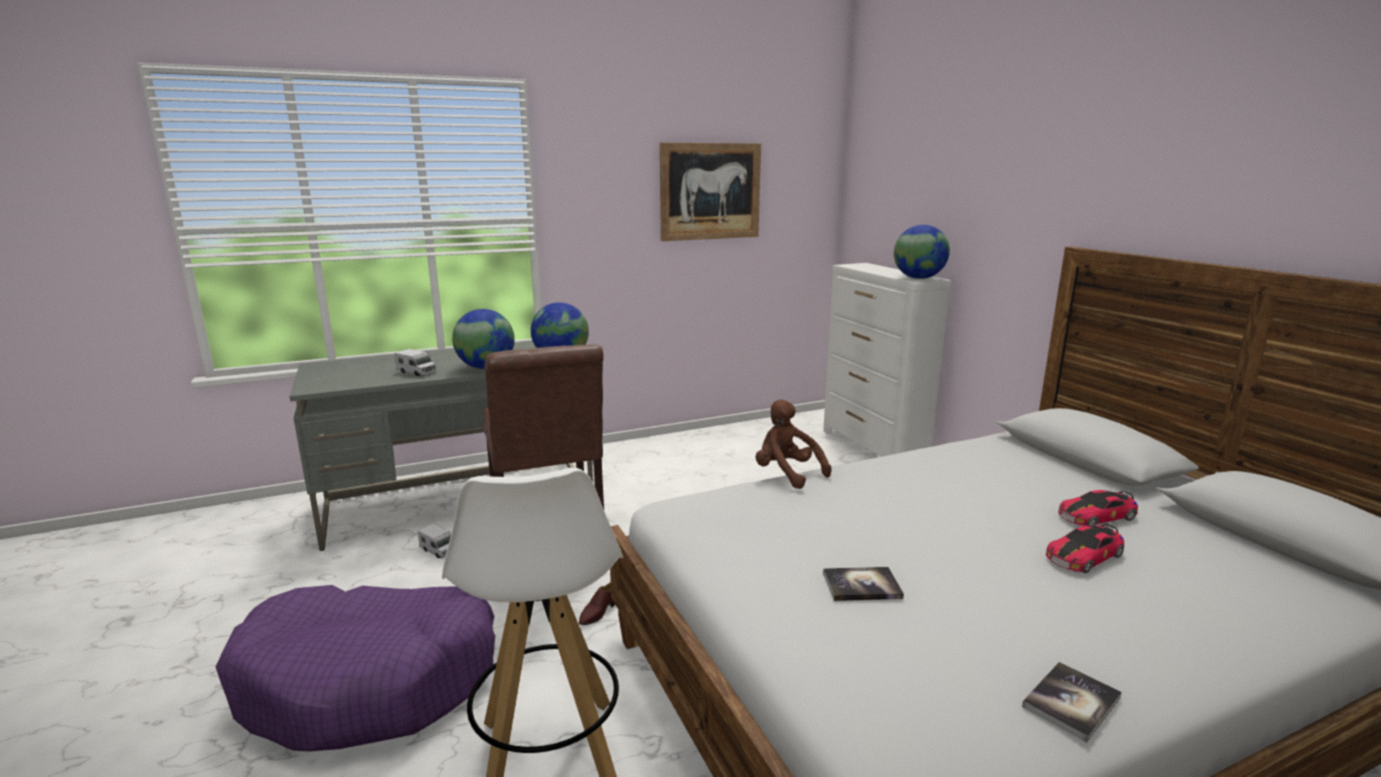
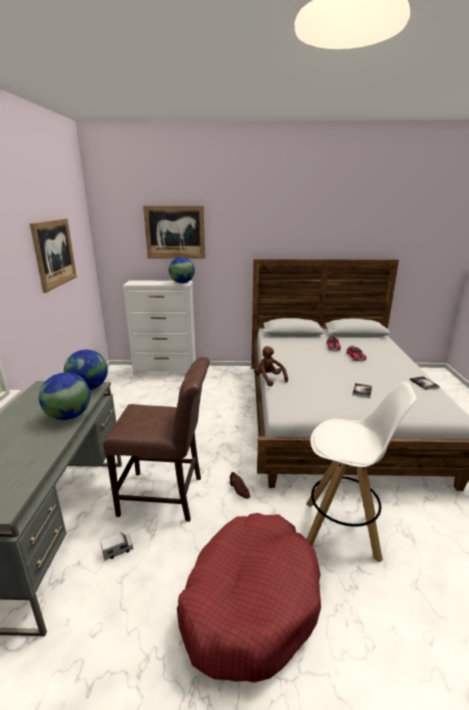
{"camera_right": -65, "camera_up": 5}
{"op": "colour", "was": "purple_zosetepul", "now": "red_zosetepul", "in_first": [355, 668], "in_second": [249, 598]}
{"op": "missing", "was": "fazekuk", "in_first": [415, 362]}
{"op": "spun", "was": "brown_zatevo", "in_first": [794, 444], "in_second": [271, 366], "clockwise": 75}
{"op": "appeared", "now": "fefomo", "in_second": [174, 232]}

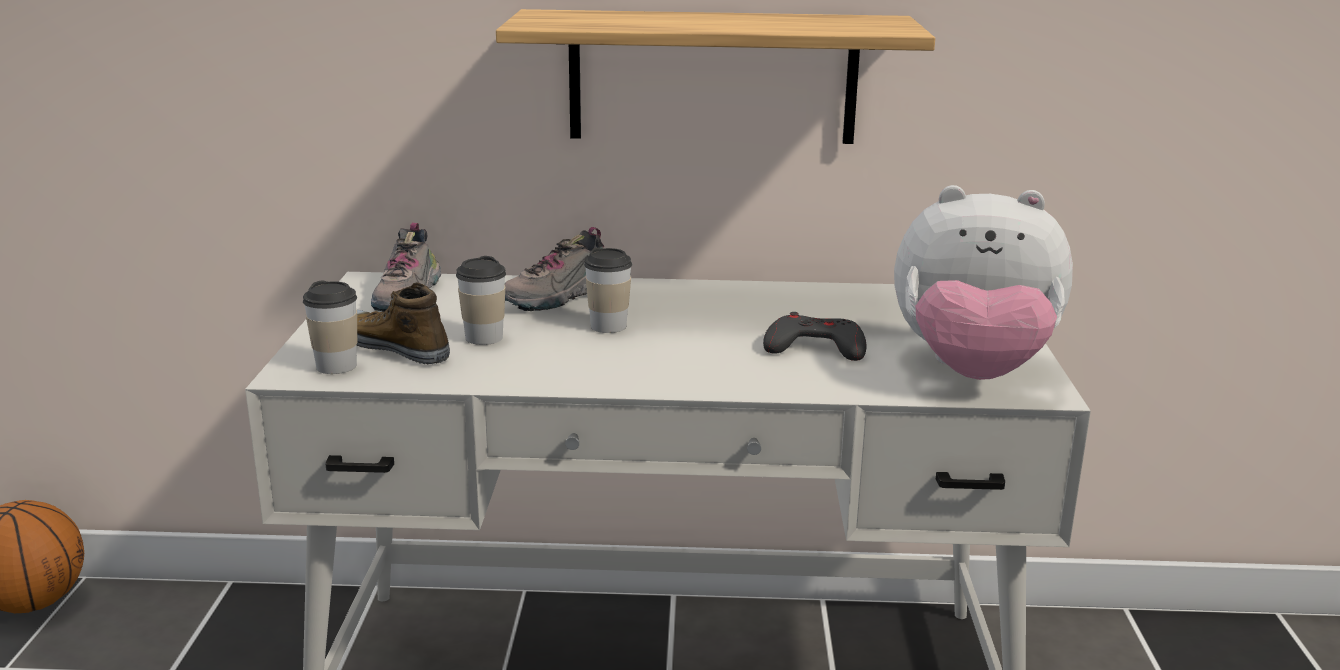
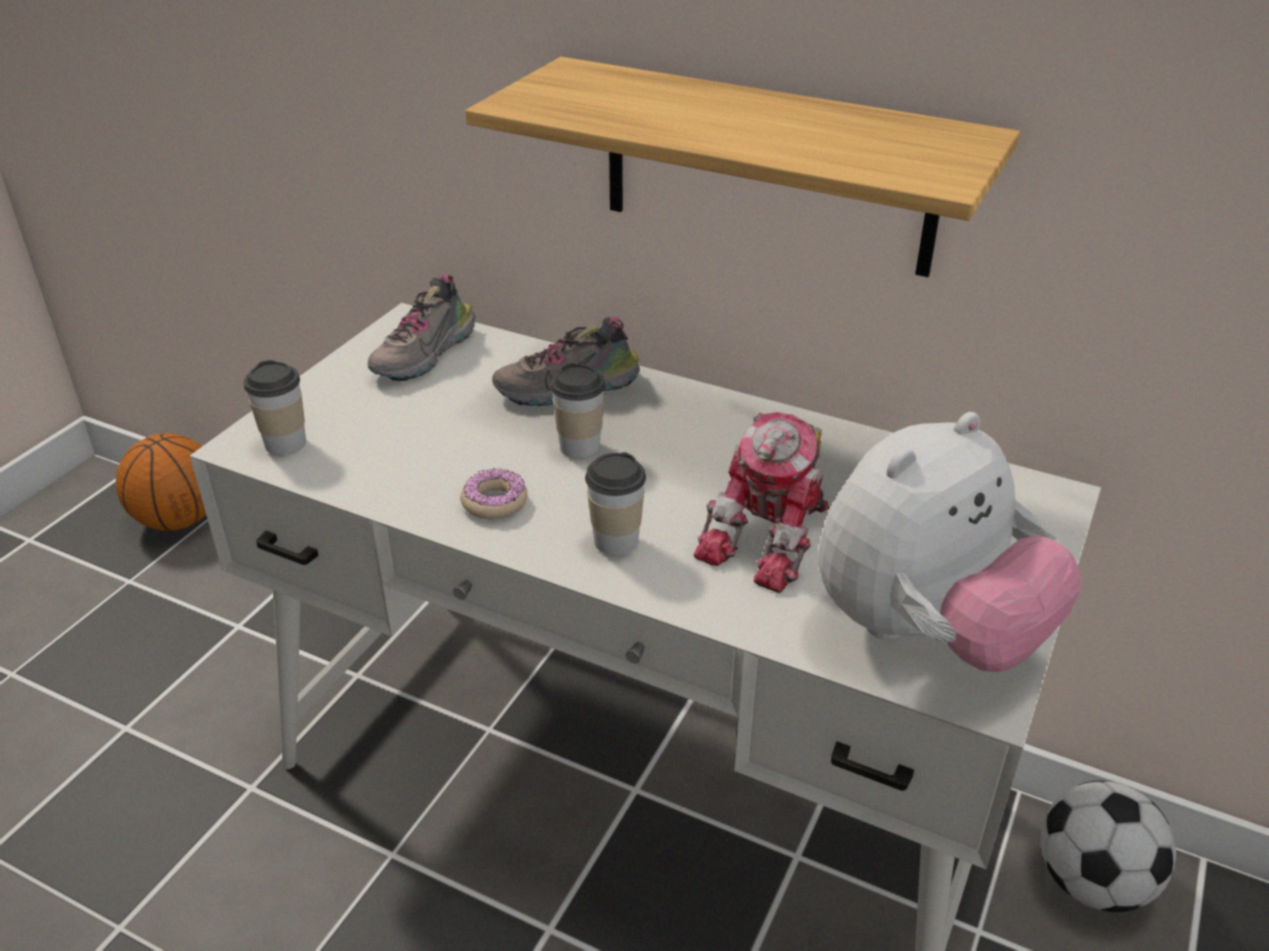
{"camera_right": 25, "camera_up": 15}
{"op": "missing", "was": "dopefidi", "in_first": [403, 323]}
{"op": "relocated", "was": "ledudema", "in_first": [481, 300], "in_second": [615, 504]}
{"op": "exchanged", "was": "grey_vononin", "now": "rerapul", "in_first": [814, 336], "in_second": [762, 502]}
{"op": "spun", "was": "zatevo", "in_first": [983, 282], "in_second": [949, 542], "clockwise": -75}
{"op": "appeared", "now": "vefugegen", "in_second": [493, 494]}
{"op": "appeared", "now": "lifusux", "in_second": [1108, 846]}

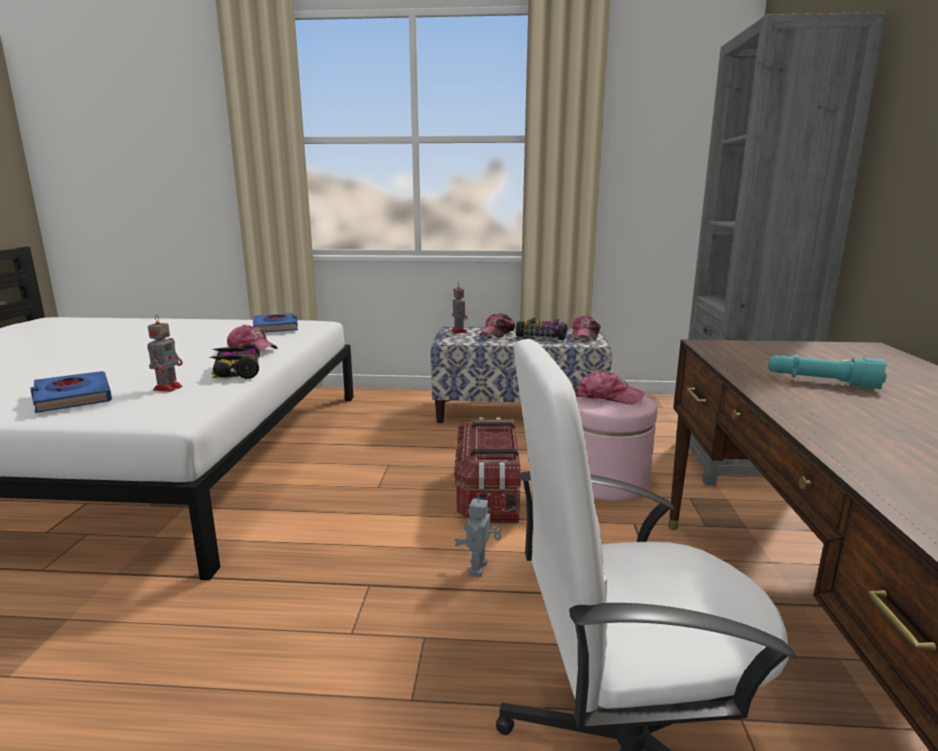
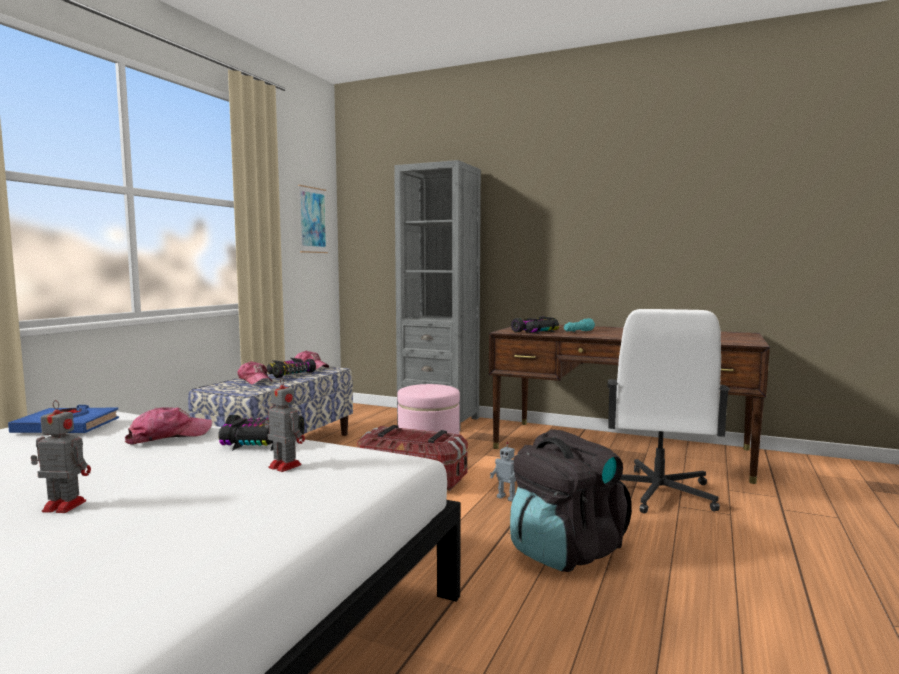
{"camera_right": -70, "camera_up": -10}
{"op": "missing", "was": "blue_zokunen", "in_first": [71, 392]}
{"op": "relocated", "was": "rerapul", "in_first": [459, 307], "in_second": [61, 456]}
{"op": "missing", "was": "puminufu", "in_first": [609, 388]}
{"op": "appeared", "now": "fefomo", "in_second": [313, 219]}
{"op": "appeared", "now": "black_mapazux", "in_second": [571, 500]}
{"op": "appeared", "now": "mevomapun", "in_second": [535, 325]}

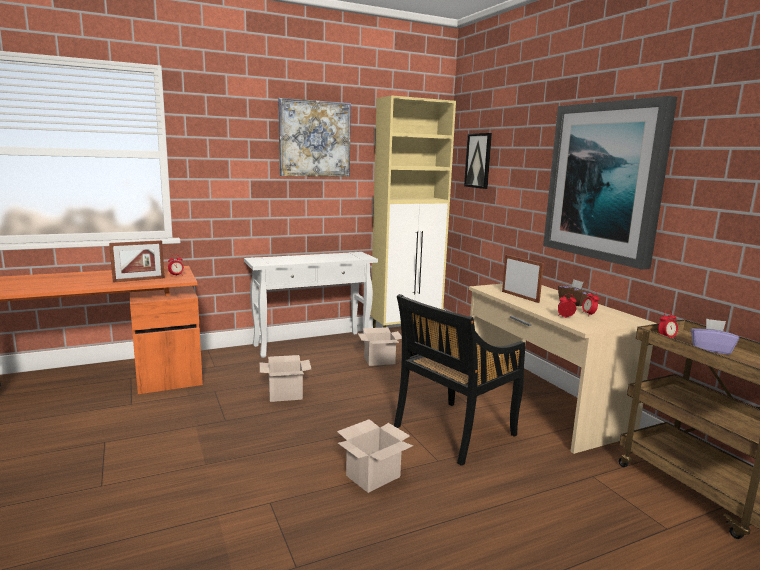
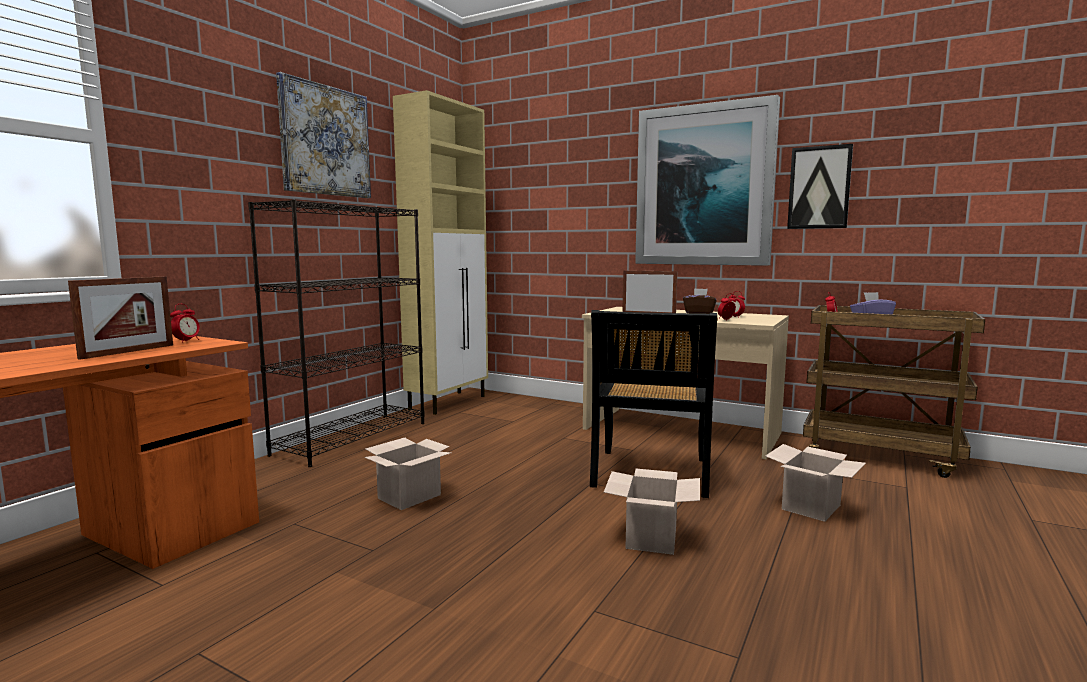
{"camera_right": -35, "camera_up": -5}
{"op": "exchanged", "was": "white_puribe", "now": "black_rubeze", "in_first": [311, 305], "in_second": [336, 333]}
{"op": "relocated", "was": "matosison", "in_first": [380, 346], "in_second": [816, 483]}
{"op": "relocated", "was": "fefomo", "in_first": [478, 161], "in_second": [820, 186]}

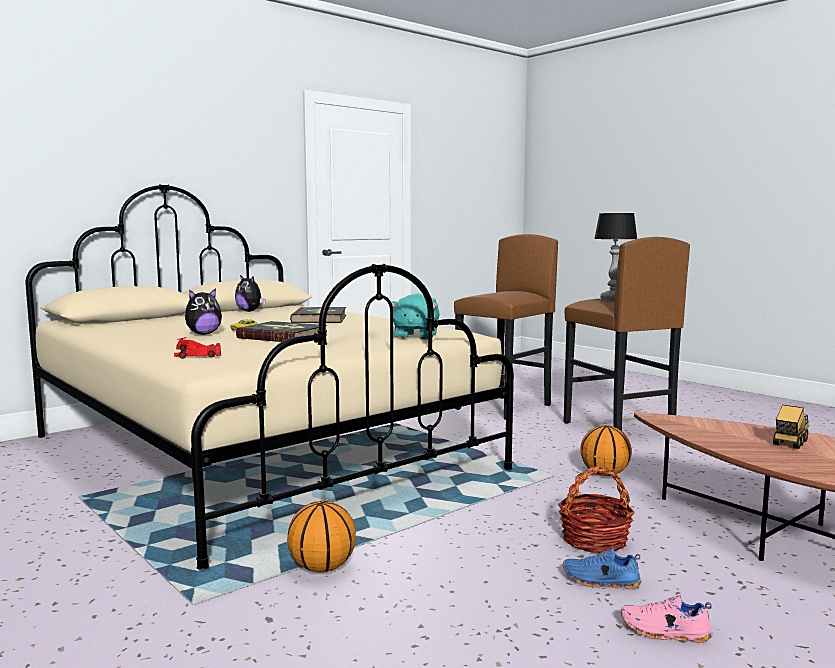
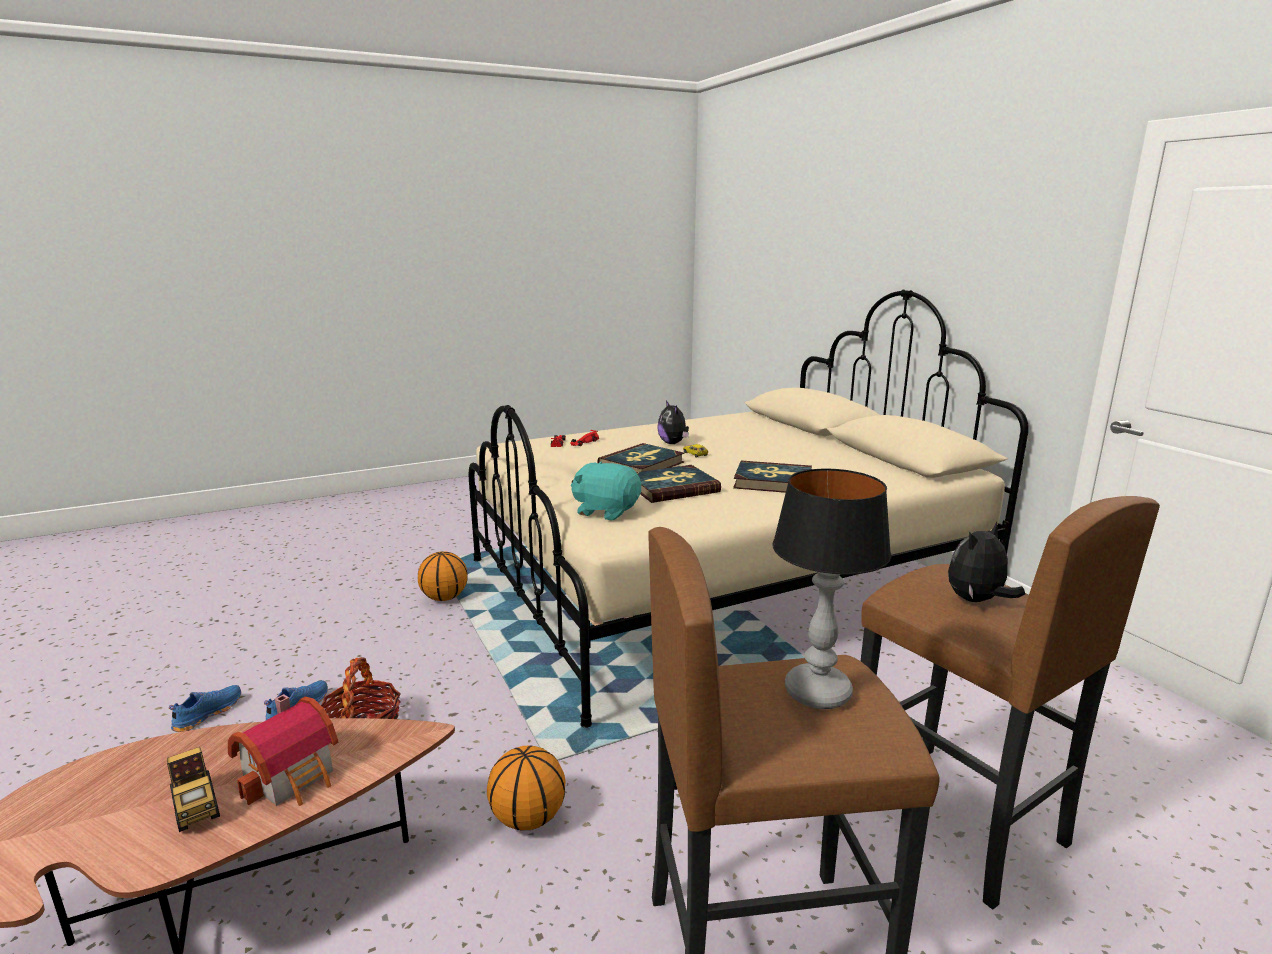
{"camera_right": 105, "camera_up": 10}
{"op": "relocated", "was": "zatevo", "in_first": [250, 293], "in_second": [986, 562]}
{"op": "colour", "was": "pink_dopefidi", "now": "blue_dopefidi", "in_first": [667, 619], "in_second": [205, 708]}
{"op": "appeared", "now": "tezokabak", "in_second": [283, 750]}
{"op": "appeared", "now": "zokunen", "in_second": [678, 484]}

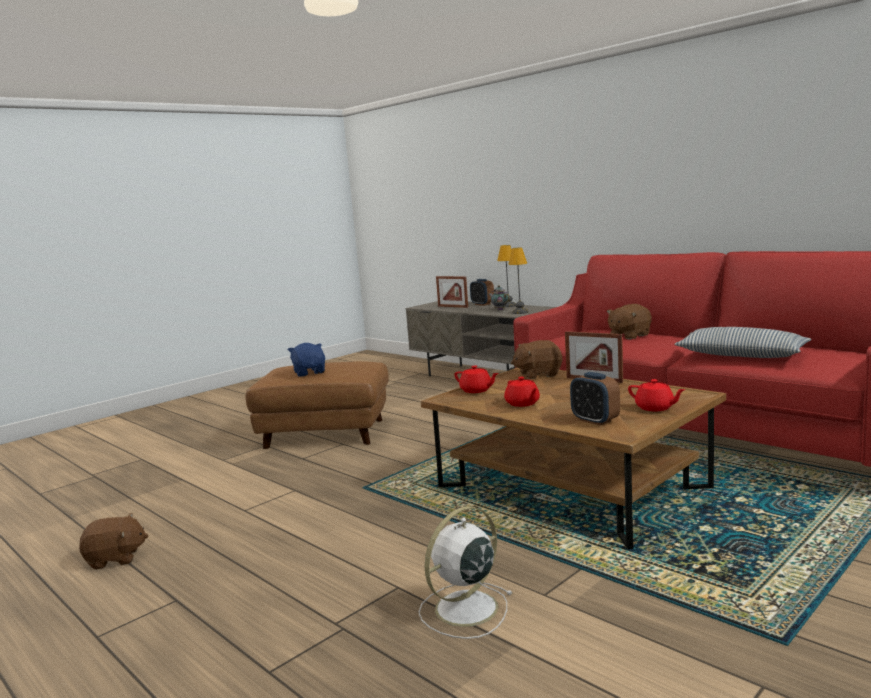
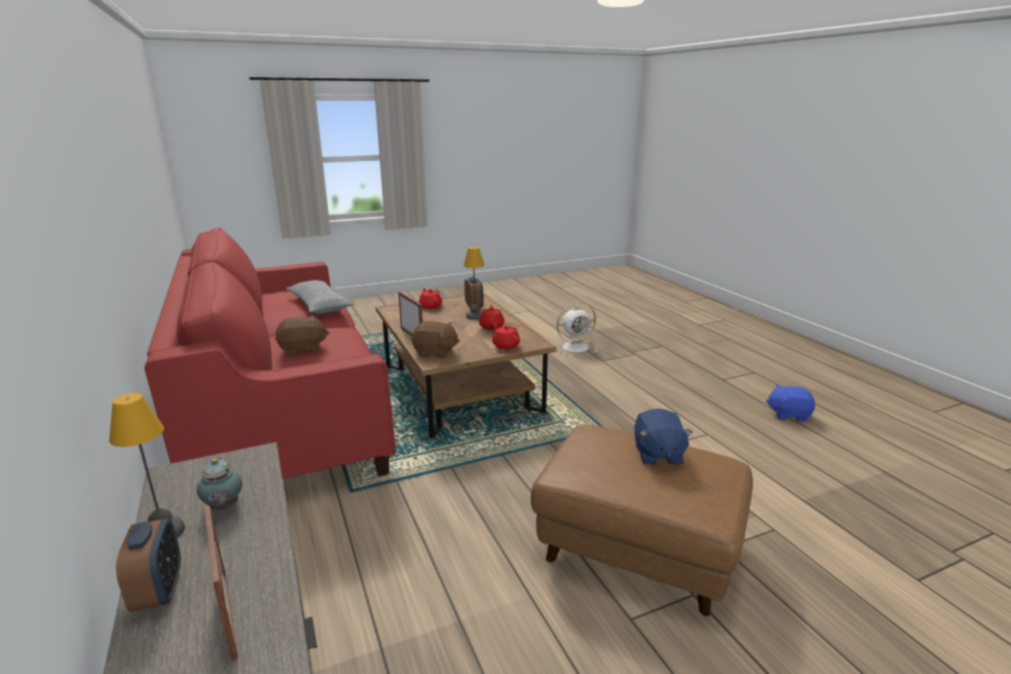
{"camera_right": -160, "camera_up": 10}
{"op": "colour", "was": "brown_zatevo", "now": "blue_zatevo", "in_first": [114, 541], "in_second": [790, 403]}
{"op": "relocated", "was": "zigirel", "in_first": [518, 280], "in_second": [473, 283]}

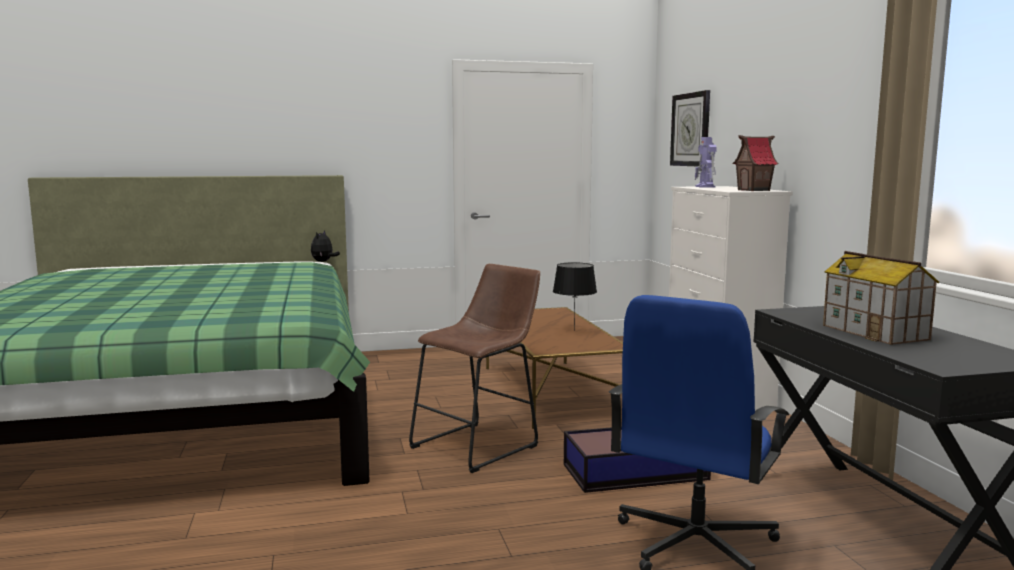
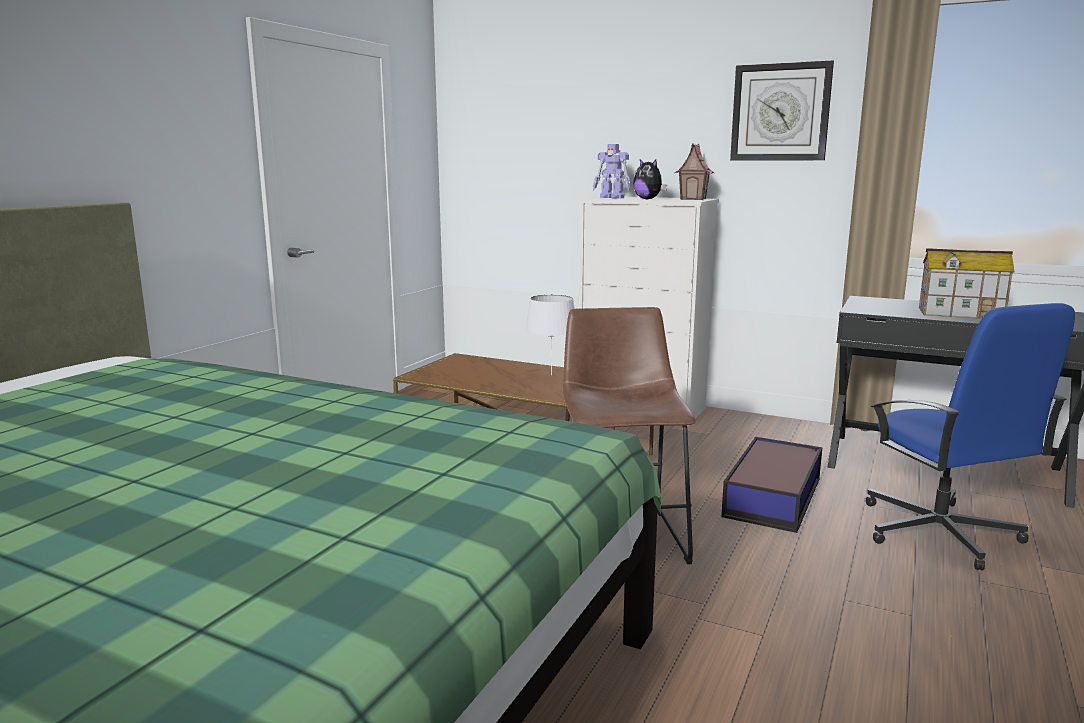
{"camera_right": -50, "camera_up": 5}
{"op": "relocated", "was": "zatevo", "in_first": [325, 246], "in_second": [650, 179]}
{"op": "colour", "was": "black_zigirel", "now": "white_zigirel", "in_first": [575, 296], "in_second": [550, 335]}
{"op": "relocated", "was": "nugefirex", "in_first": [690, 128], "in_second": [782, 111]}

